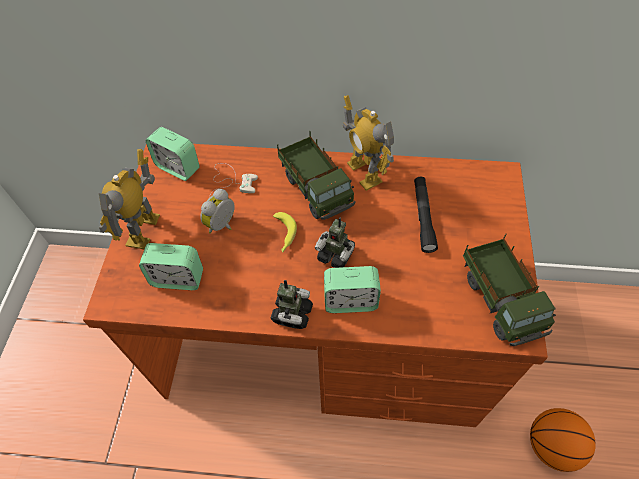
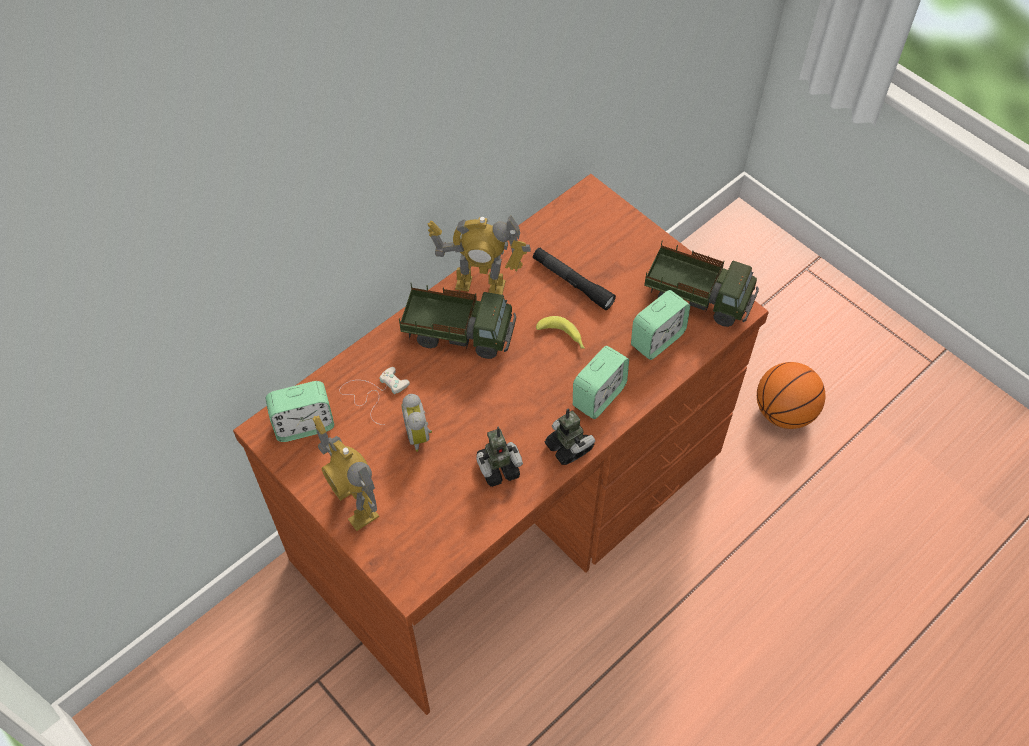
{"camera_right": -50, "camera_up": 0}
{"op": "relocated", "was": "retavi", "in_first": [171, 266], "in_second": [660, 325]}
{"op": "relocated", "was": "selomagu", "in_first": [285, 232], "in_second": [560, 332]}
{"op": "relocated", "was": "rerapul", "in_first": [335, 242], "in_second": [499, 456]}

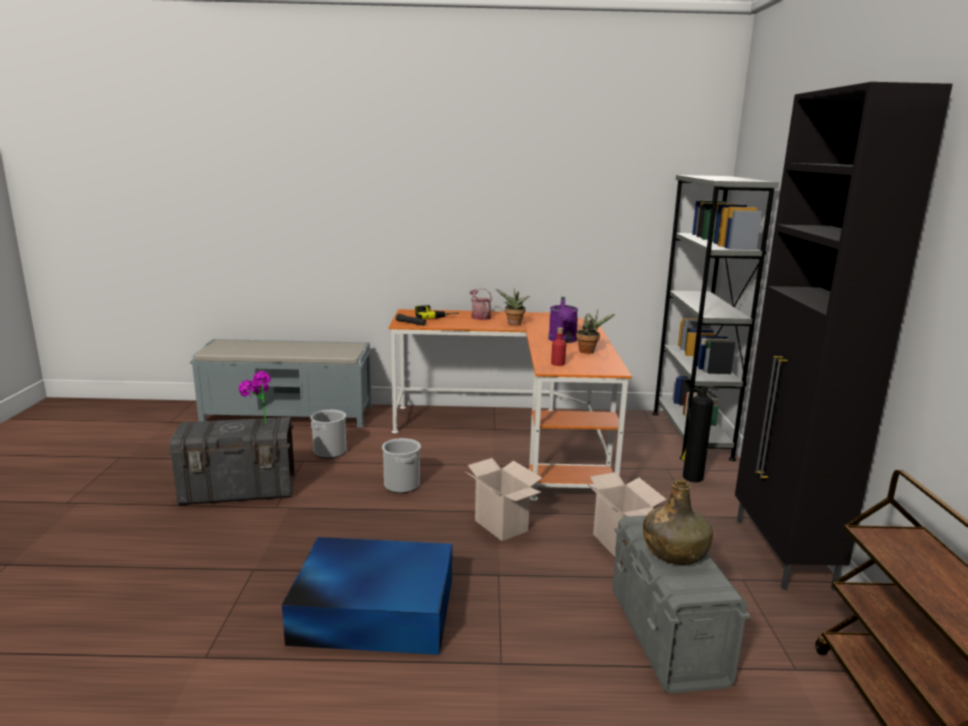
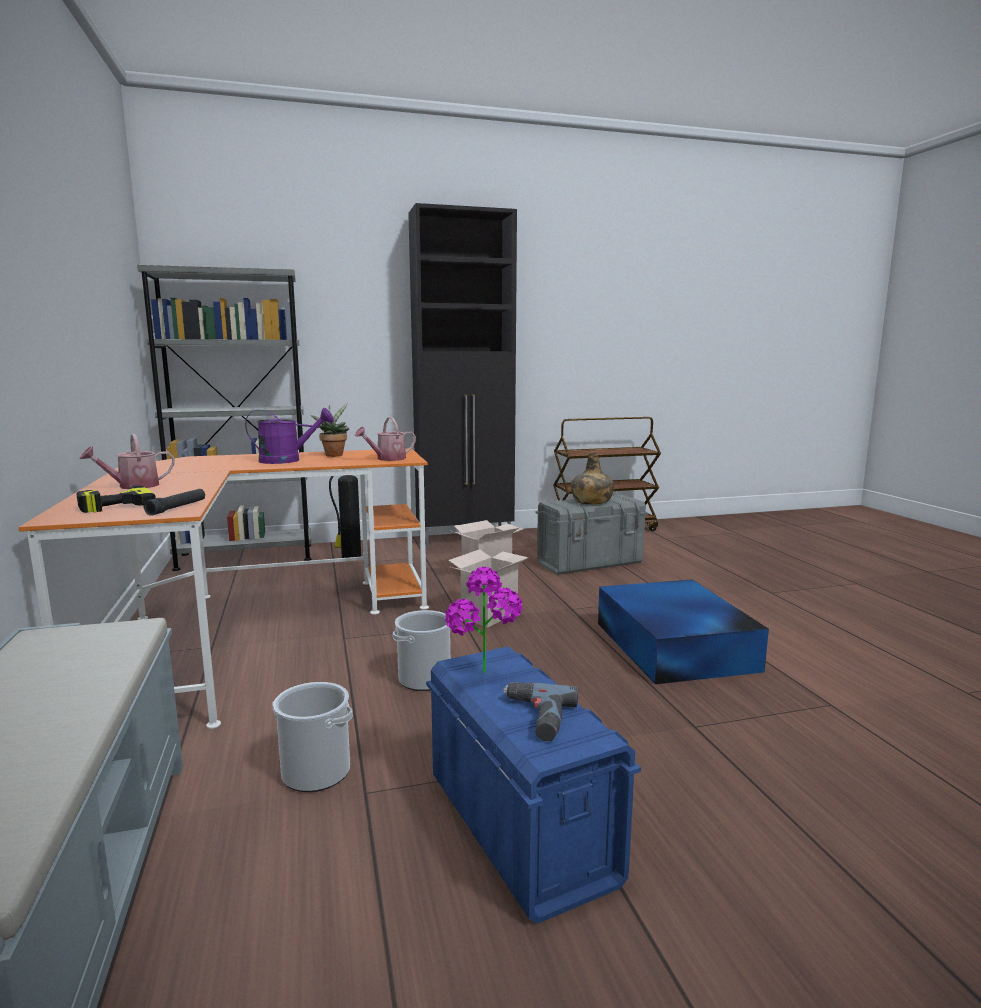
{"camera_right": -105, "camera_up": -5}
{"op": "colour", "was": "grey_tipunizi", "now": "blue_tipunizi", "in_first": [231, 461], "in_second": [533, 785]}
{"op": "missing", "was": "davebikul", "in_first": [513, 307]}
{"op": "exchanged", "was": "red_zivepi", "now": "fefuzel", "in_first": [558, 346], "in_second": [385, 439]}
{"op": "appeared", "now": "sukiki", "in_second": [540, 711]}

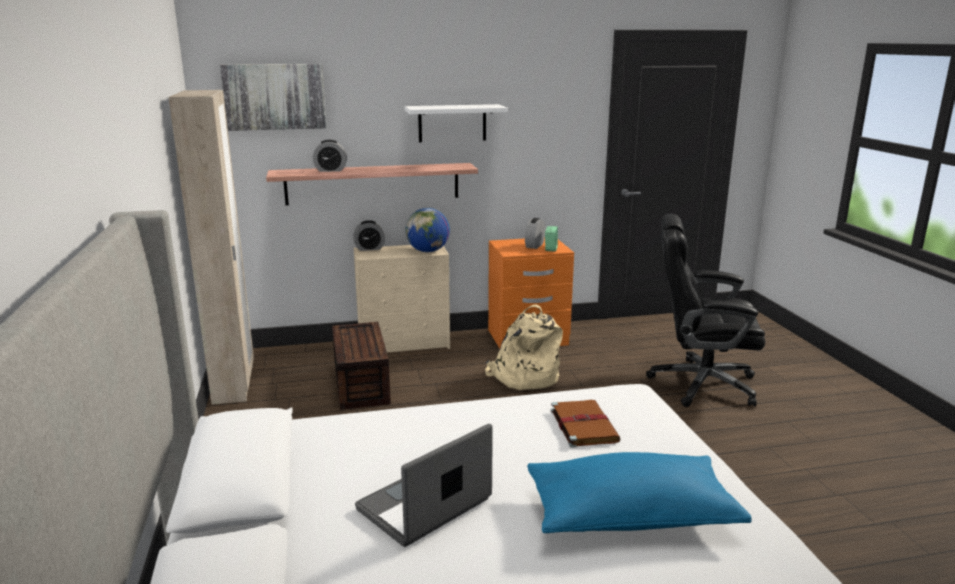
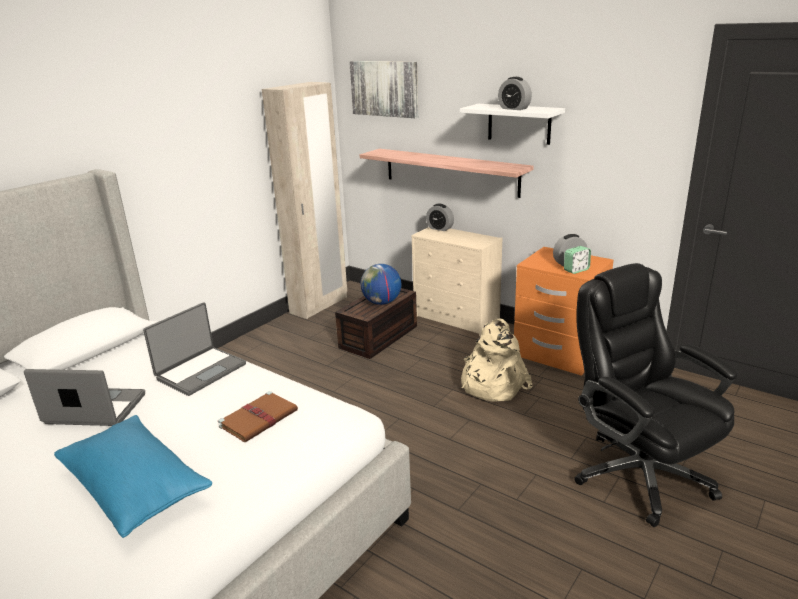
{"camera_right": 50, "camera_up": 5}
{"op": "relocated", "was": "retavi", "in_first": [330, 156], "in_second": [515, 93]}
{"op": "relocated", "was": "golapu", "in_first": [427, 230], "in_second": [381, 284]}
{"op": "appeared", "now": "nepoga", "in_second": [194, 349]}

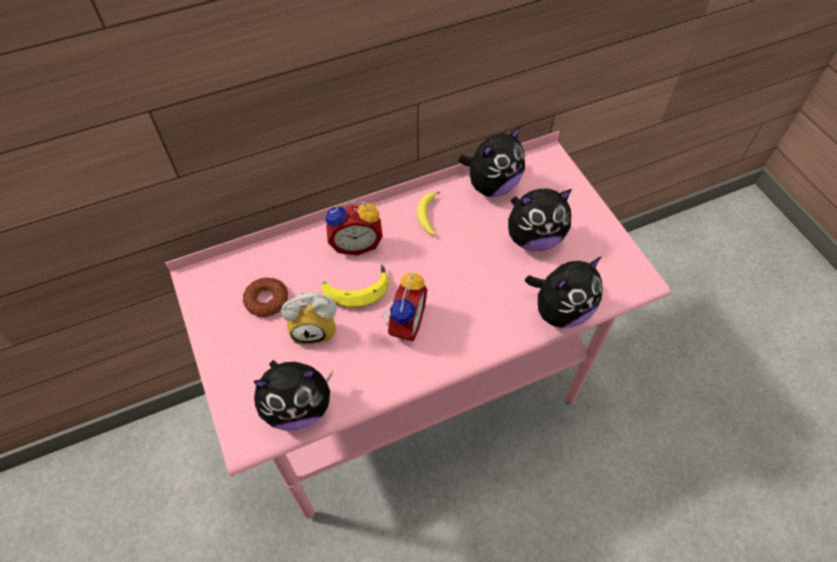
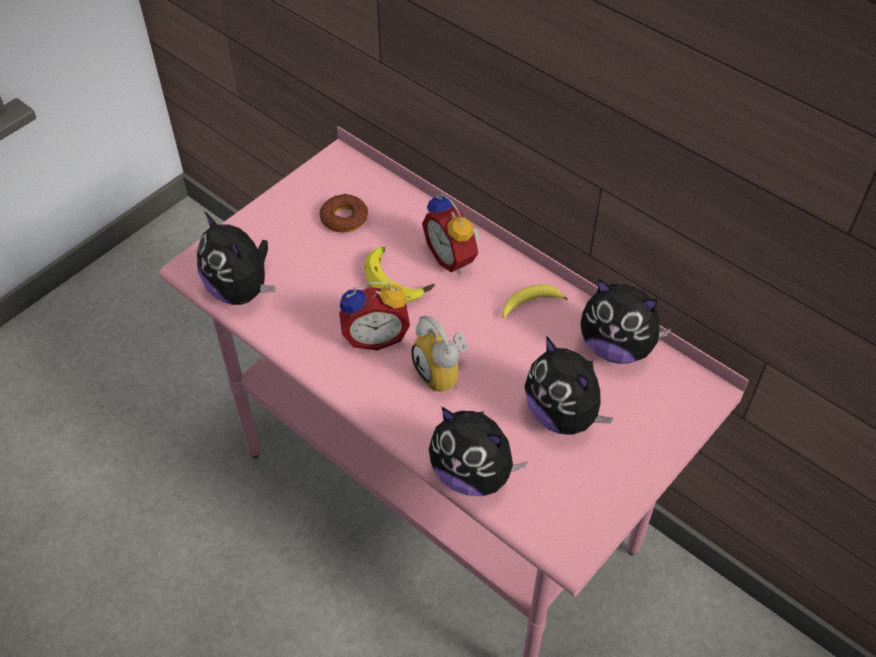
{"camera_right": 65, "camera_up": -5}
{"op": "relocated", "was": "retavi", "in_first": [308, 318], "in_second": [439, 354]}

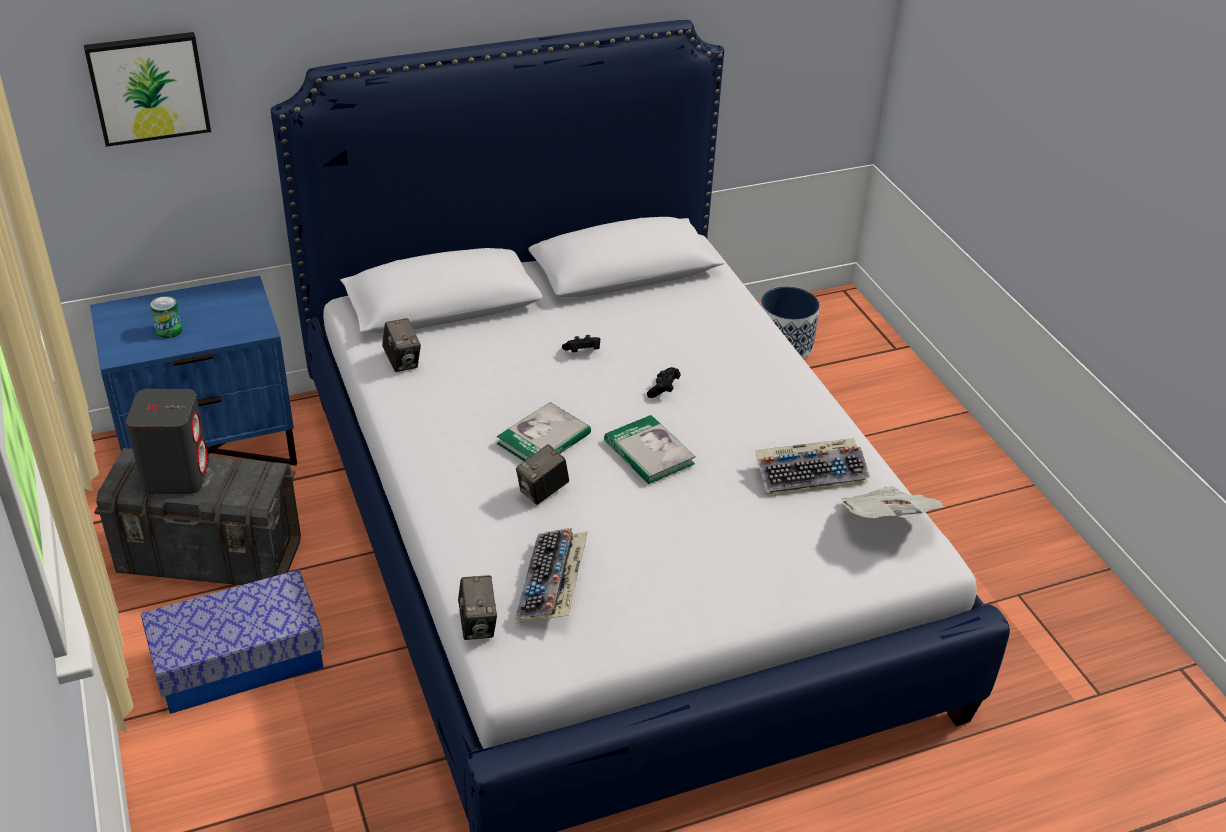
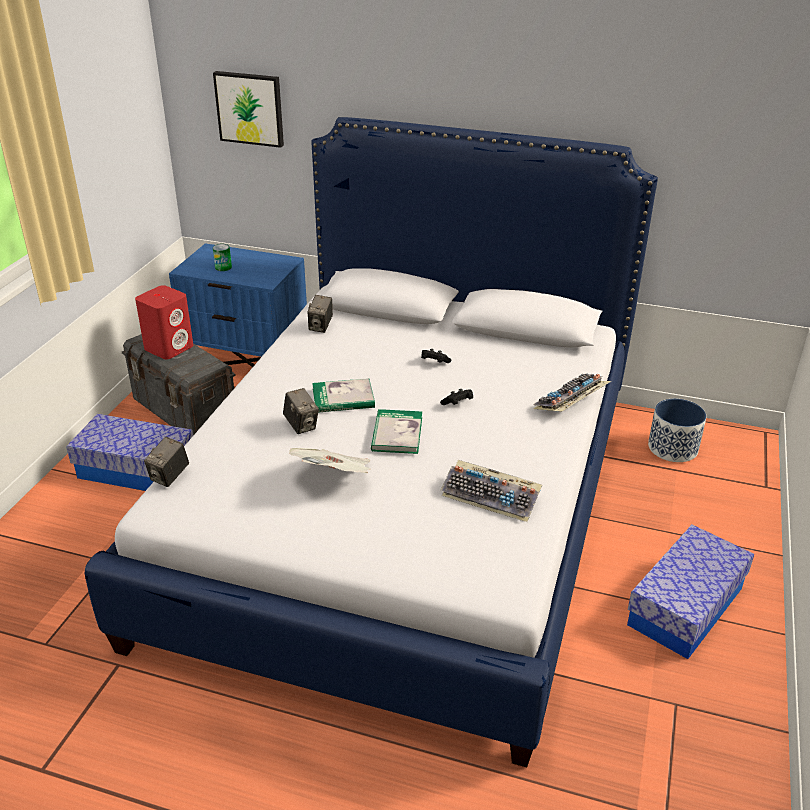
{"camera_right": 40, "camera_up": -5}
{"op": "colour", "was": "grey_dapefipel", "now": "red_dapefipel", "in_first": [167, 441], "in_second": [164, 322]}
{"op": "relocated", "was": "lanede", "in_first": [551, 576], "in_second": [572, 392]}
{"op": "spun", "was": "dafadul", "in_first": [542, 474], "in_second": [301, 411], "clockwise": -120}
{"op": "relocated", "was": "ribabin", "in_first": [892, 502], "in_second": [330, 460]}
{"op": "appeared", "now": "tipunizi", "in_second": [690, 592]}

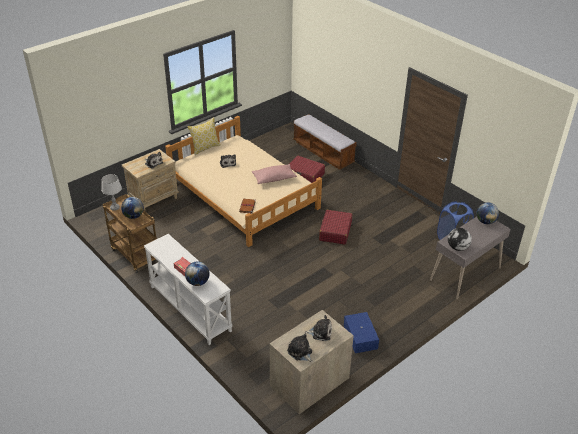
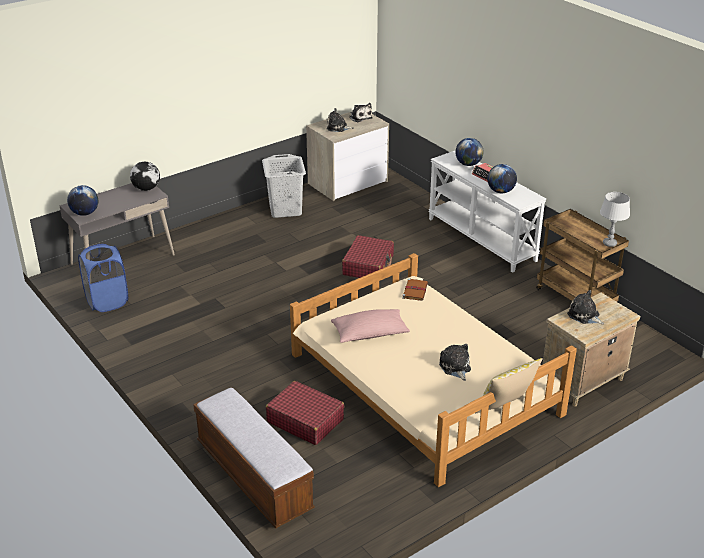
{"camera_right": -175, "camera_up": -5}
{"op": "relocated", "was": "golapu", "in_first": [132, 208], "in_second": [502, 178]}
{"op": "relocated", "was": "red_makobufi", "in_first": [335, 227], "in_second": [368, 256]}
{"op": "exchanged", "was": "blue_tipunizi", "now": "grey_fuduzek", "in_first": [361, 332], "in_second": [284, 186]}

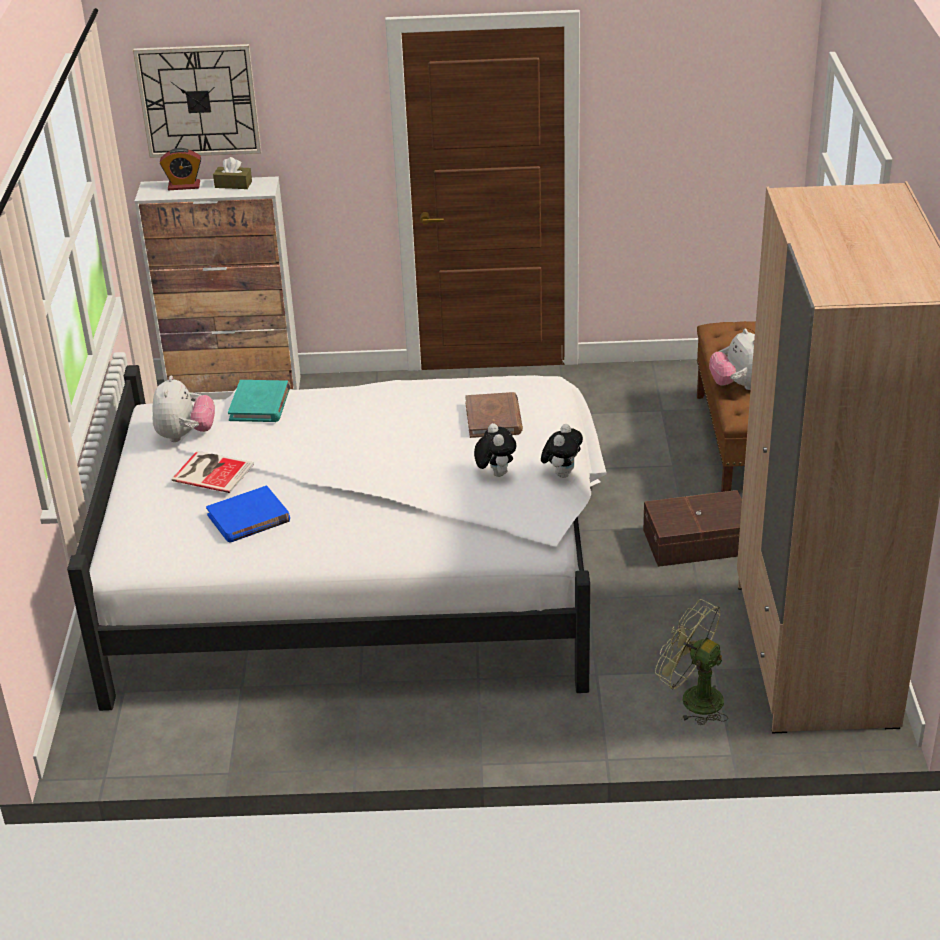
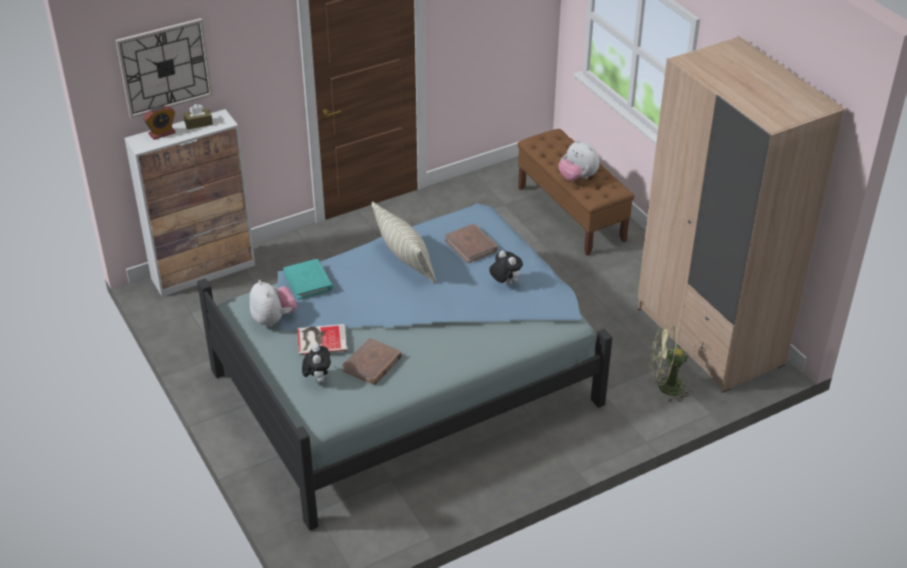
{"camera_right": -30, "camera_up": 5}
{"op": "colour", "was": "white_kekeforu", "now": "blue_kekeforu", "in_first": [337, 538], "in_second": [404, 366]}
{"op": "colour", "was": "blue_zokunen", "now": "brown_zokunen", "in_first": [248, 514], "in_second": [372, 361]}
{"op": "relocated", "was": "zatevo", "in_first": [562, 451], "in_second": [316, 364]}
{"op": "missing", "was": "brown_tipunizi", "in_first": [692, 528]}
{"op": "appeared", "now": "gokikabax", "in_second": [403, 243]}

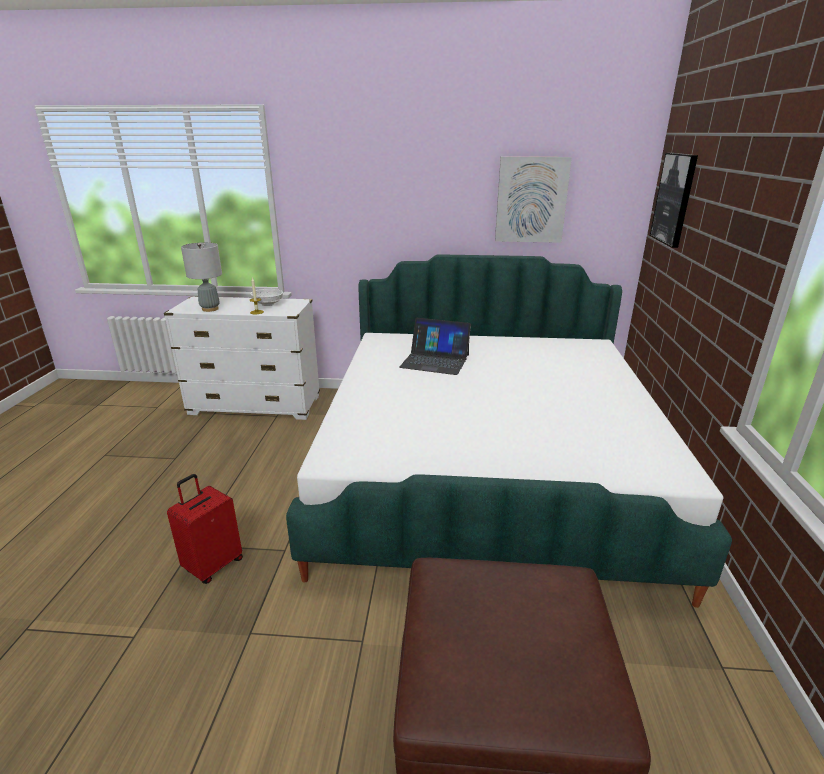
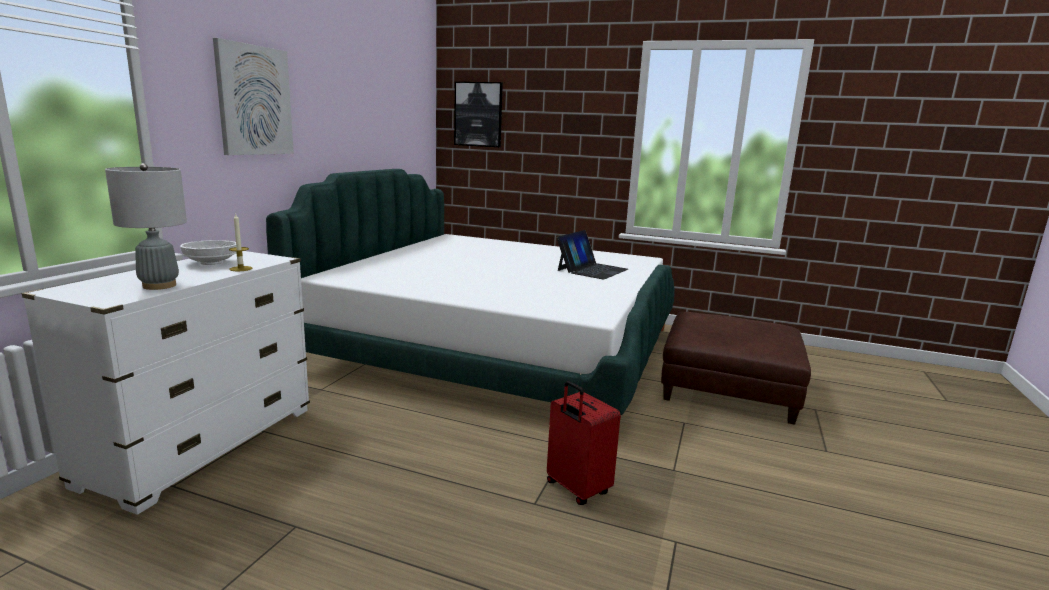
{"camera_right": -75, "camera_up": -10}
{"op": "relocated", "was": "nepoga", "in_first": [435, 346], "in_second": [592, 255]}
{"op": "relocated", "was": "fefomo", "in_first": [533, 200], "in_second": [253, 96]}

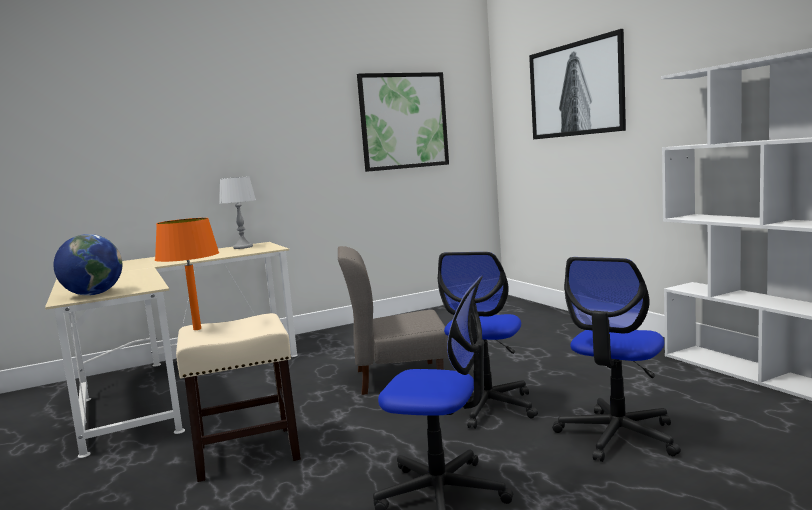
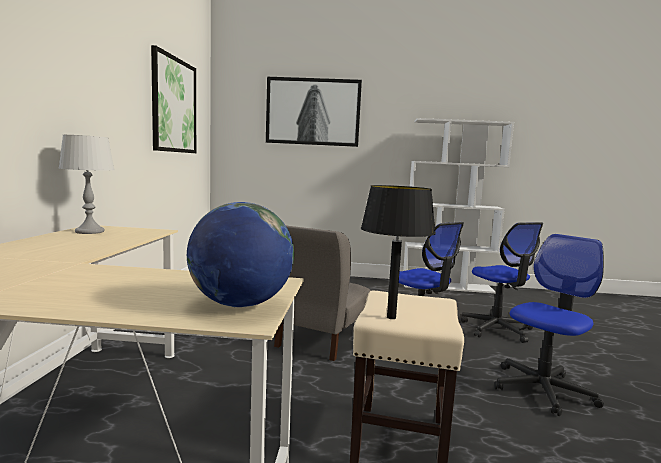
{"camera_right": -60, "camera_up": 0}
{"op": "colour", "was": "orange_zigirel", "now": "black_zigirel", "in_first": [187, 274], "in_second": [398, 252]}

